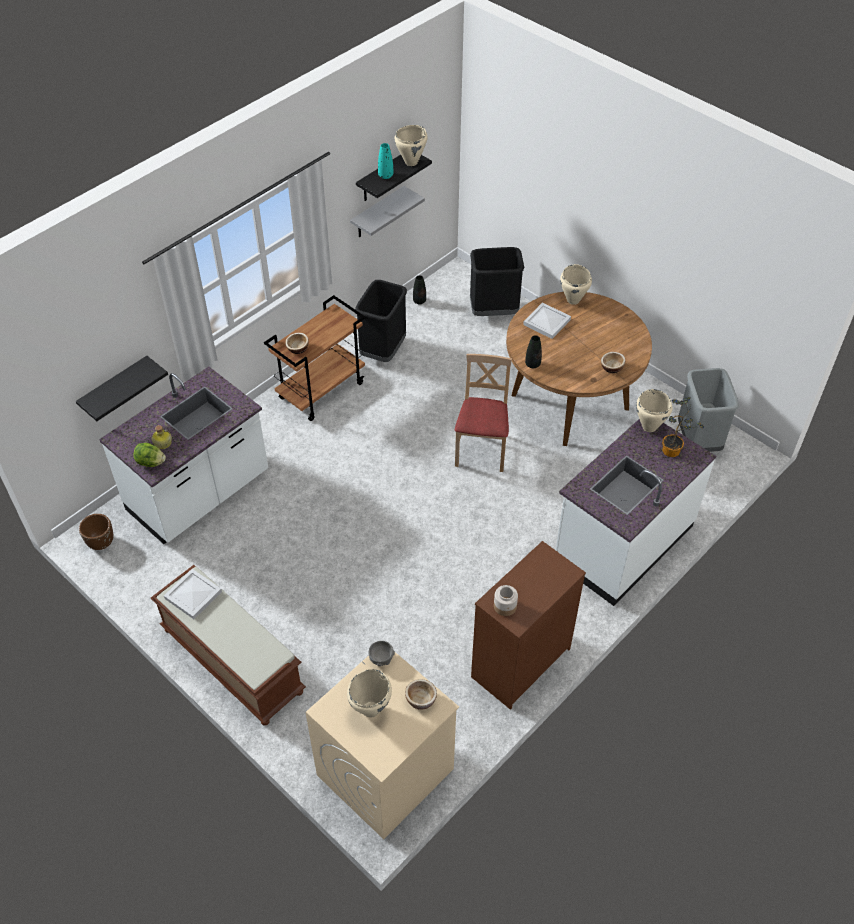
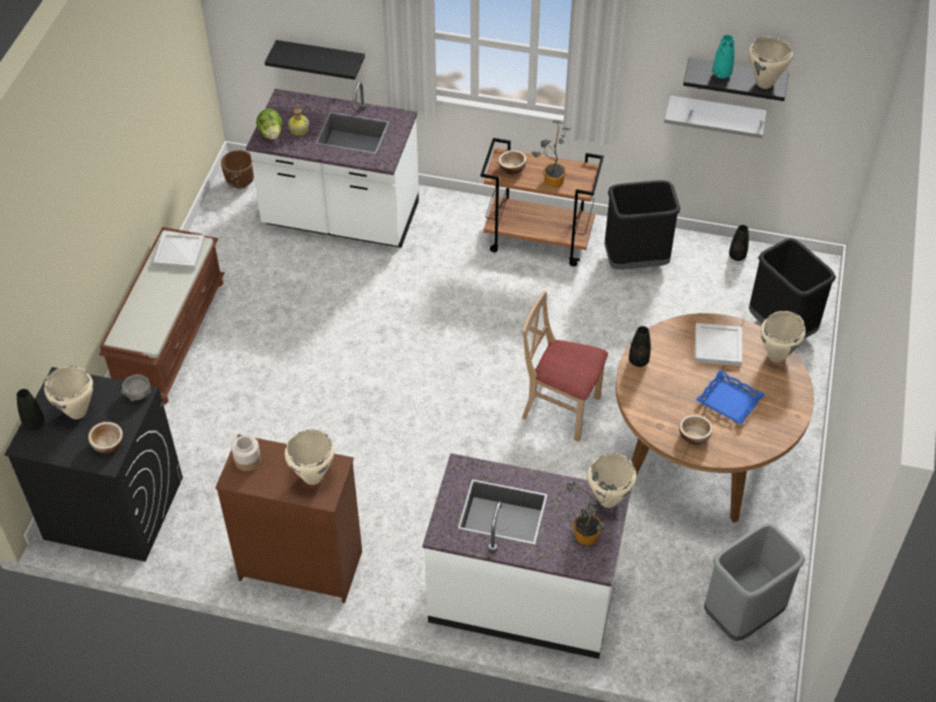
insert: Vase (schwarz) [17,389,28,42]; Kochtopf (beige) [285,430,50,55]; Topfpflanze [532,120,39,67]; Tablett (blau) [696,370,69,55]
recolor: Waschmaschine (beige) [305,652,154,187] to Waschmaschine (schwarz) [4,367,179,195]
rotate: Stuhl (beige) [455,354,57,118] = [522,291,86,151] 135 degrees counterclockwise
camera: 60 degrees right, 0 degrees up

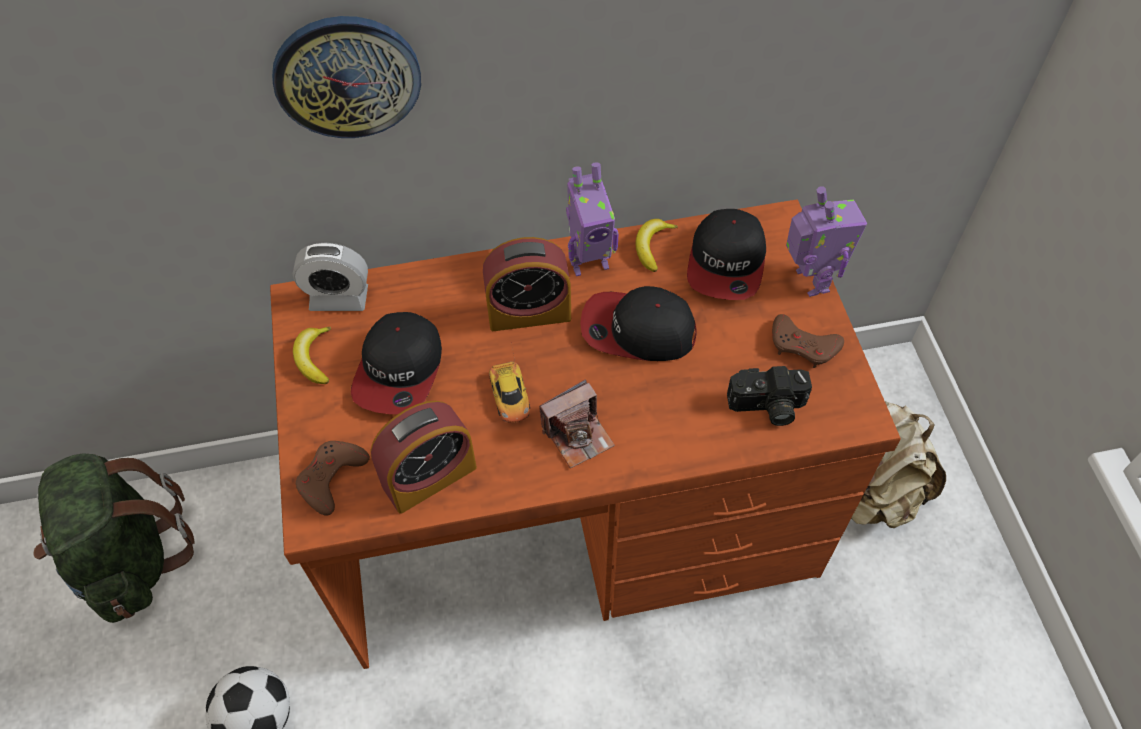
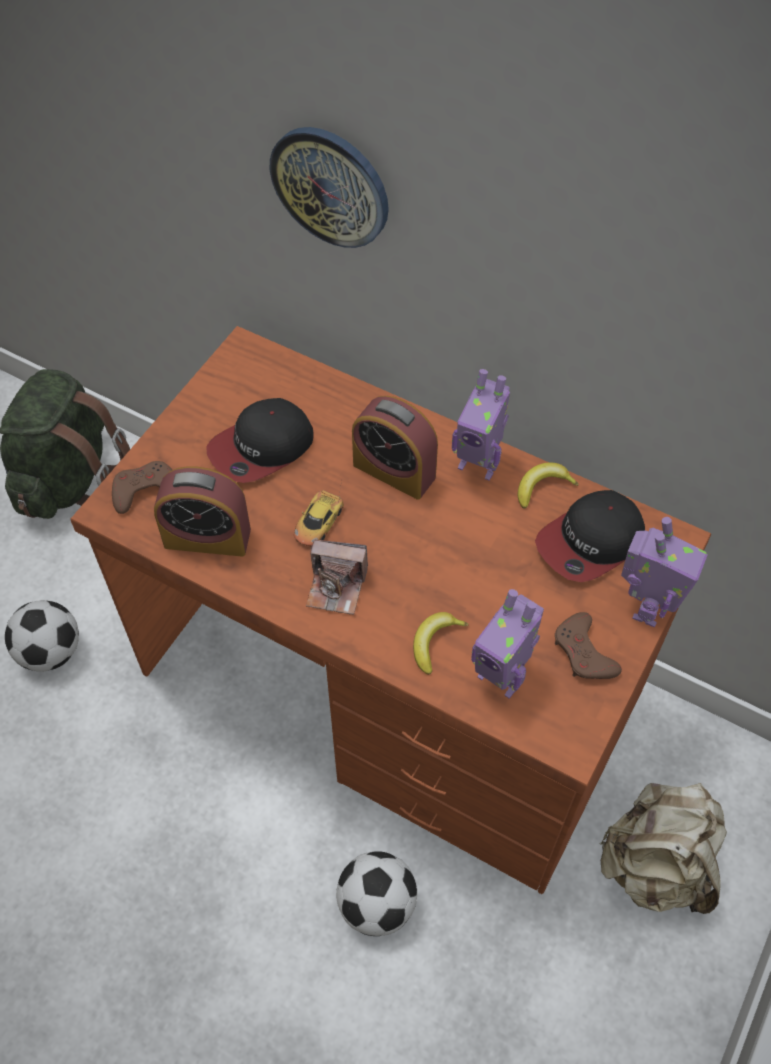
delete: Wecker [293,243,75,68]; Kappe [580,286,117,75]
insert: Fußball [336,851,81,85]
move: Banane [293,327,39,57] to [413,612,55,63]
replace: Kamera [727,366,85,60] to Spielzeugroboter [471,589,73,109]
camera: 40 degrees right, 0 degrees up

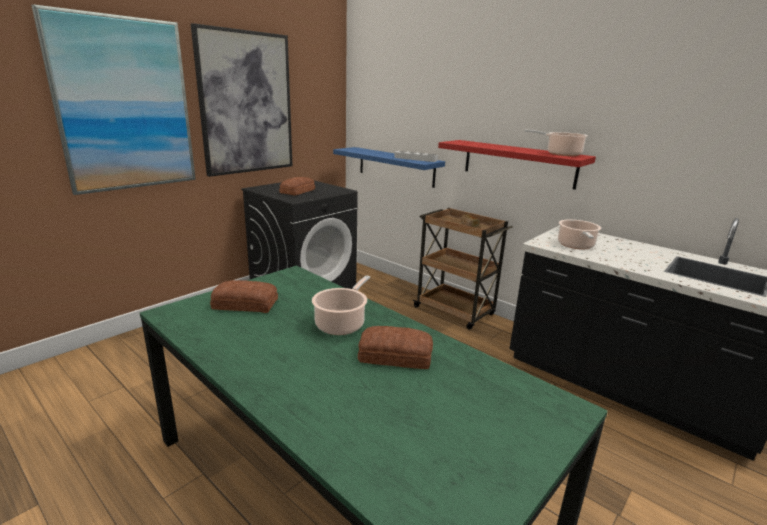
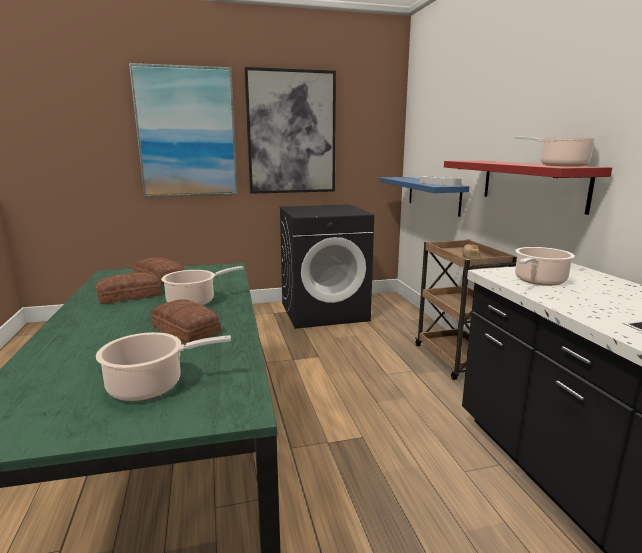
insert: Kochtopf [96,332,135,69]
move: Brot [279,177,36,18] to [95,273,66,31]
camera: 35 degrees right, 5 degrees down

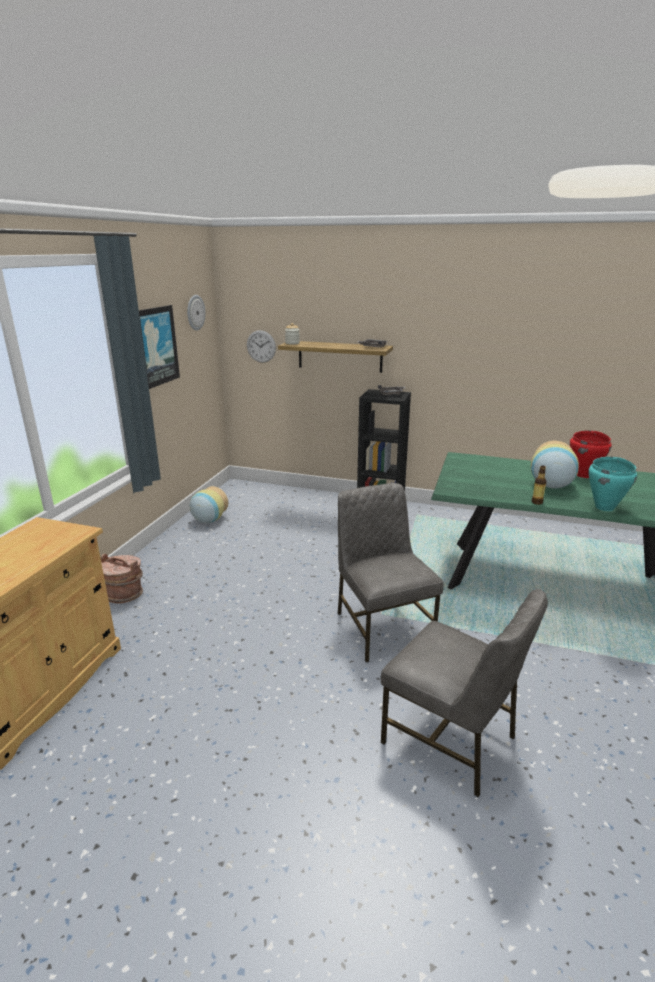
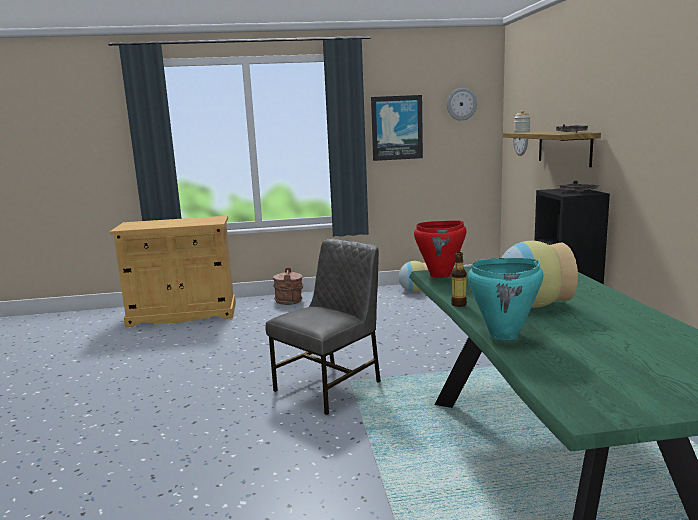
delete: Stuhl (grau) [381,589,167,208]
move: Kochtopf (rot) [570,430,42,48] to [414,221,52,57]
camera: 65 degrees right, 10 degrees down

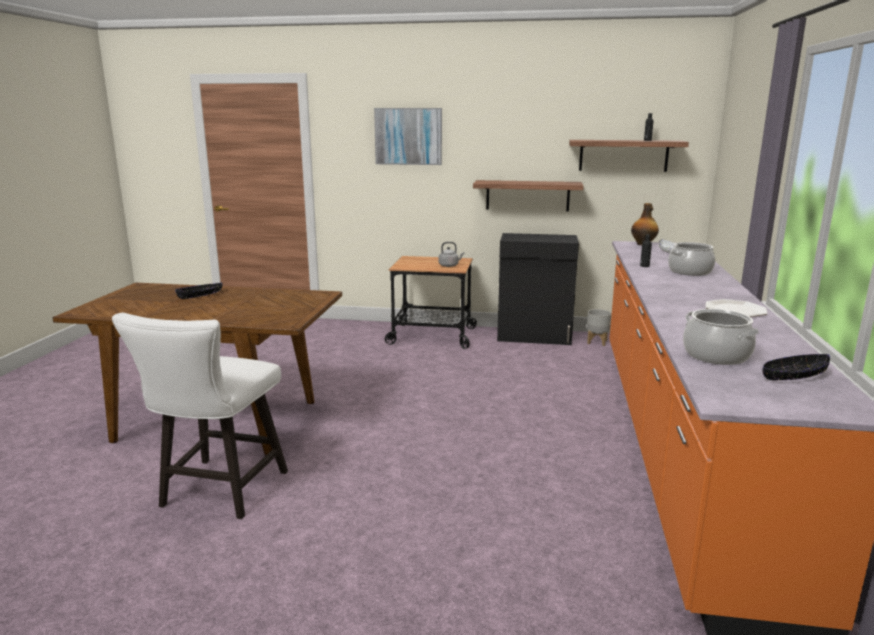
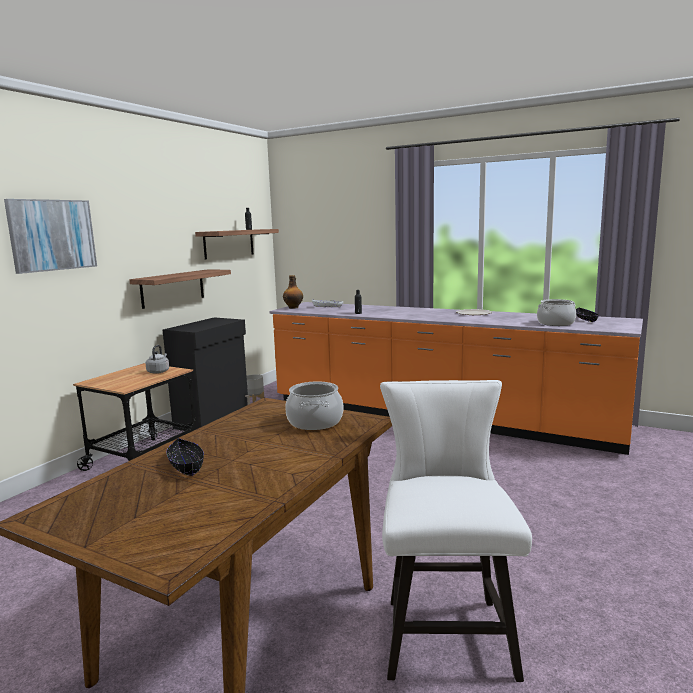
move: Kochtopf [668,242,47,34] to [285,382,58,48]
rotate: Stuhl (weiß) [112,313,176,206] = [380,380,152,302] 120 degrees counterclockwise
camera: 70 degrees left, 5 degrees down

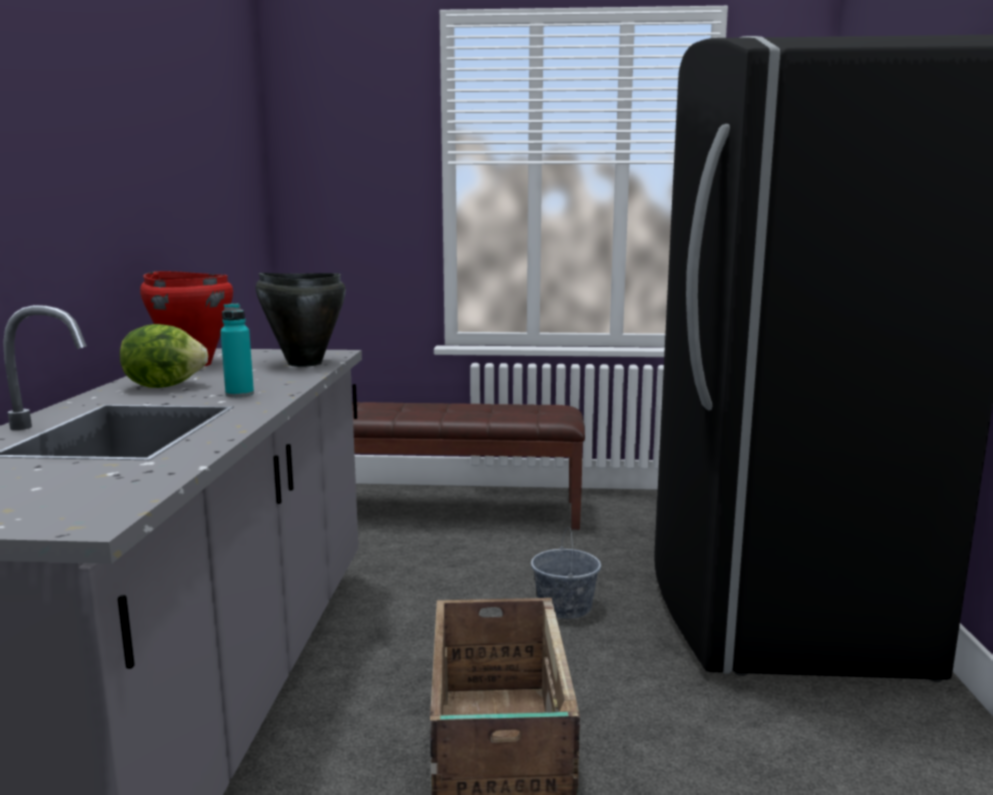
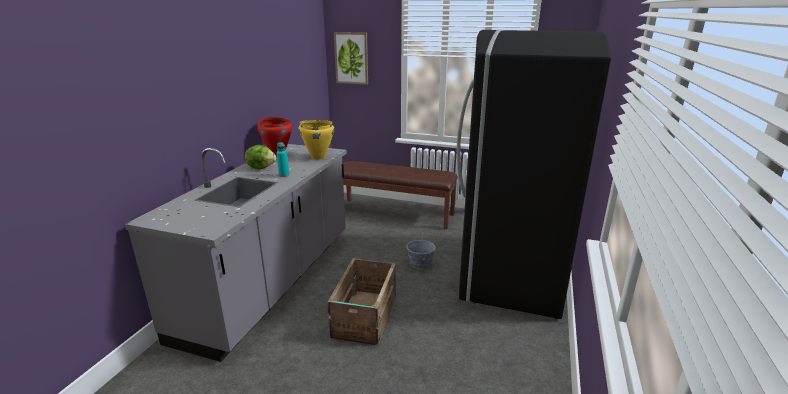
insert: Bild [334,32,34,53]
recolor: Kochtopf (schwarz) [256,273,90,94] to Kochtopf (gelb) [298,120,36,40]
camera: 15 degrees right, 10 degrees up

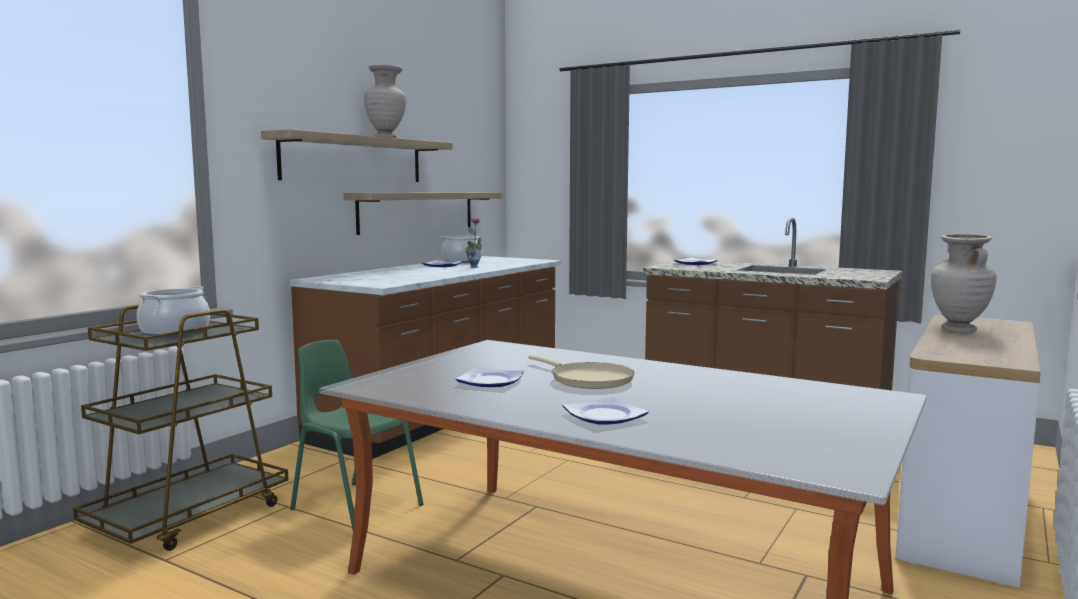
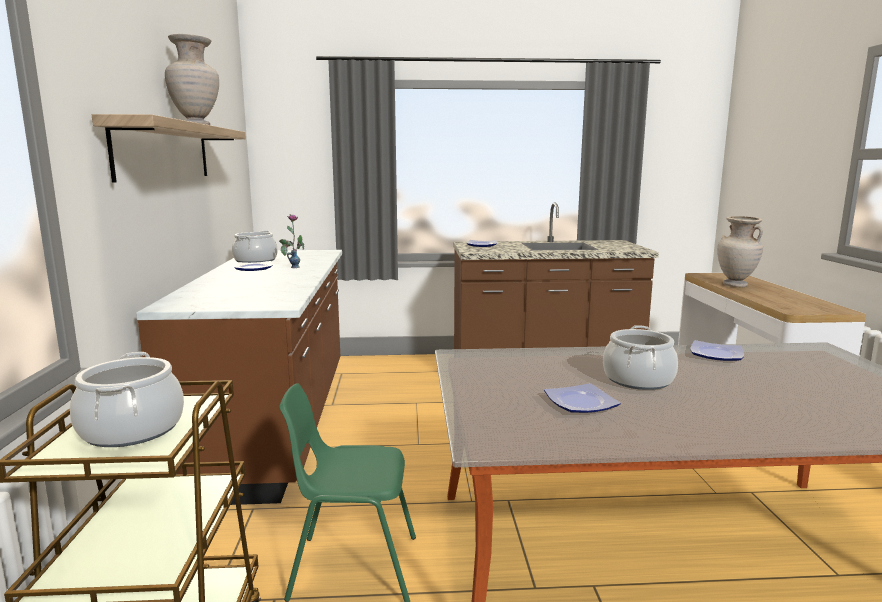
delete: Wandregal [344,192,158,43]
move: Teller [563,397,86,28] to [690,340,54,21]
replace: Pfanne (beige) [528,355,106,34] to Kochtopf [603,325,75,65]
camera: 35 degrees left, 5 degrees up

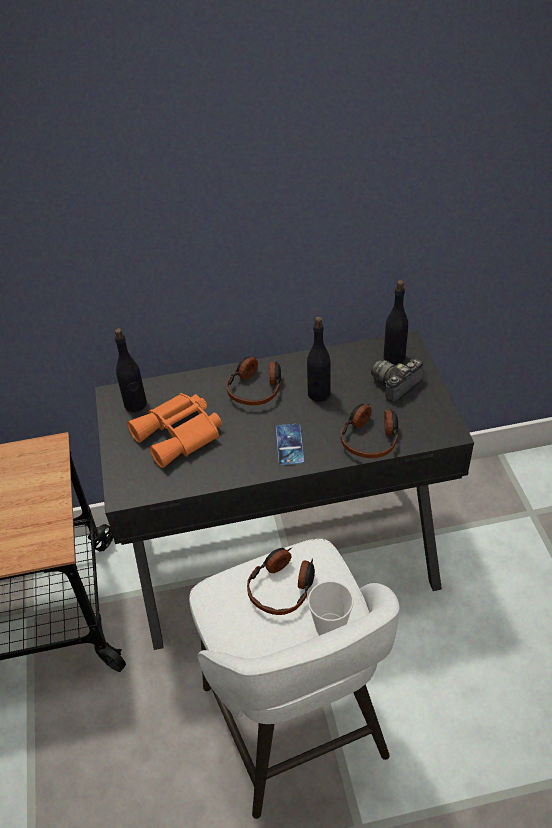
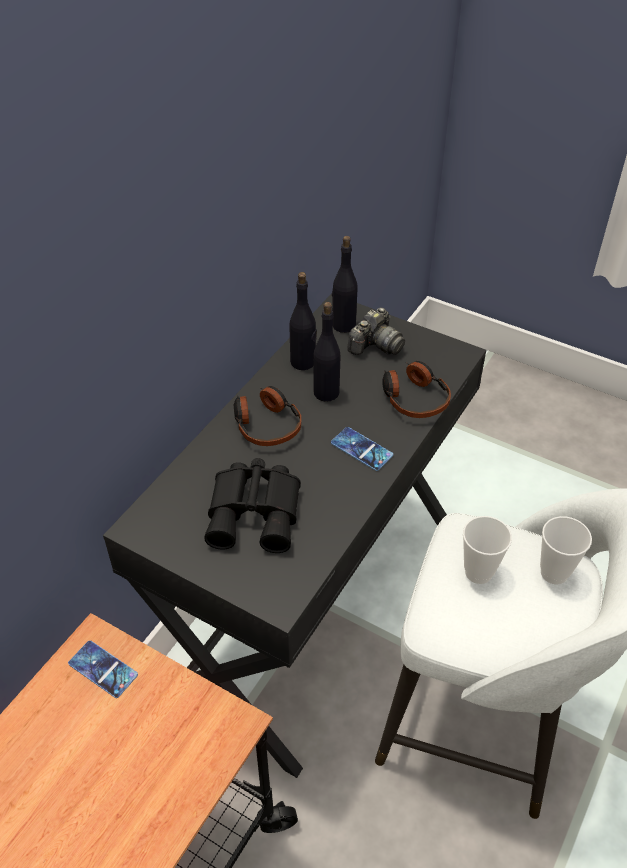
insert: Handy [68,640,70,58]
move: Flasche (schwarz) [115,328,32,84] to [289,272,28,98]
replace: Kopfhörer [247,548,68,67] to Tasse [463,516,49,68]
recolor: Fernglas (orange) [127,393,95,75] to Fernglas (schwarz) [204,458,97,95]
rotate: Kamera [371,359,52,44] = [347,307,58,48] 135 degrees counterclockwise
camera: 50 degrees left, 0 degrees up

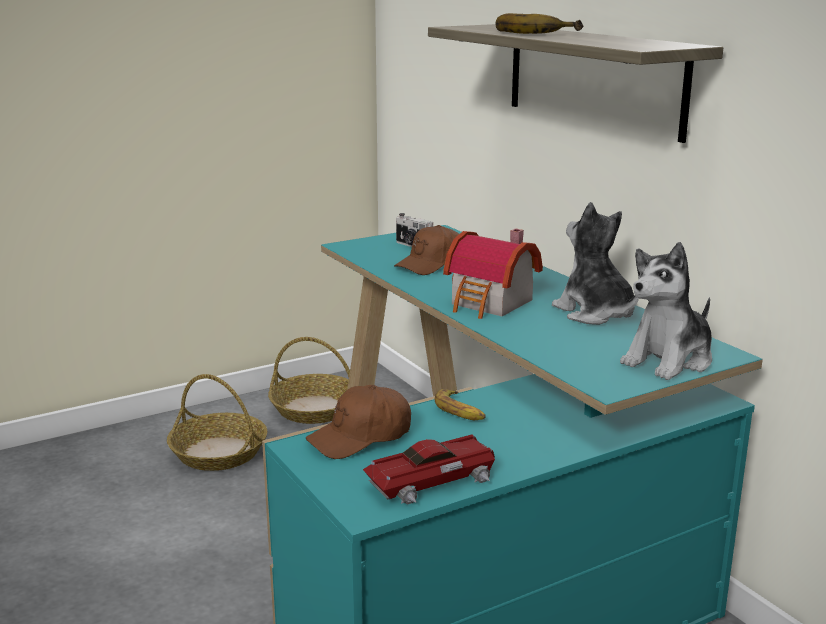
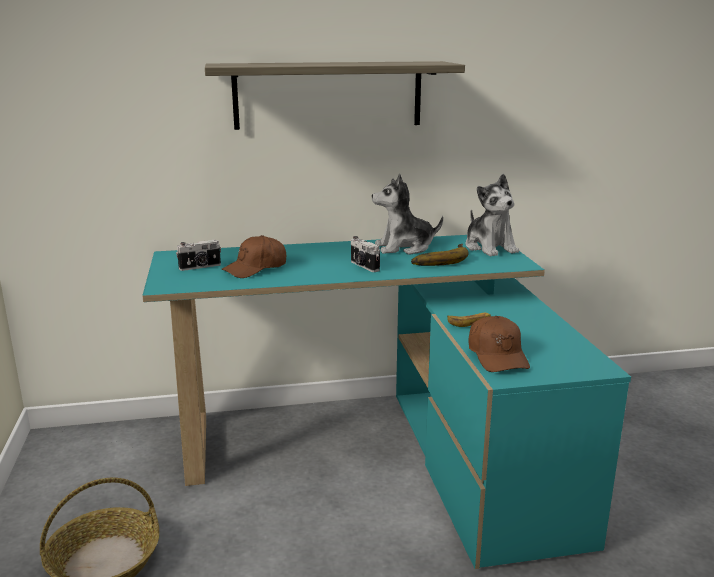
delete: Korb [268,337,82,87]; Spielzeugauto [363,434,132,71]
move: Banane [495,13,88,21] to [411,244,58,22]
replace: Spielzeughaus [443,228,100,91] to Kamera [351,236,29,36]
rotate: Kappe (braun) [394,225,65,50] = [221,235,65,43] 75 degrees clockwise
camera: 70 degrees left, 0 degrees up

